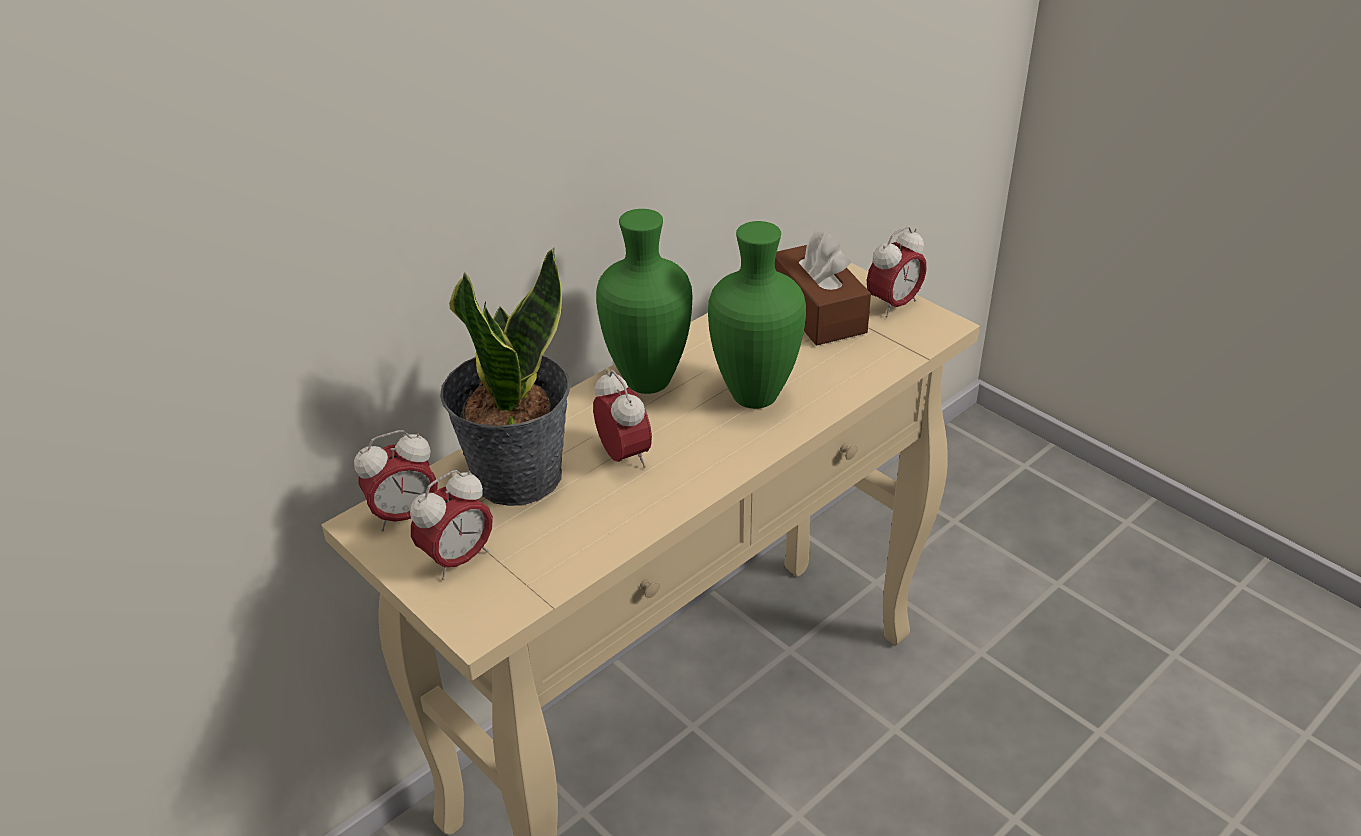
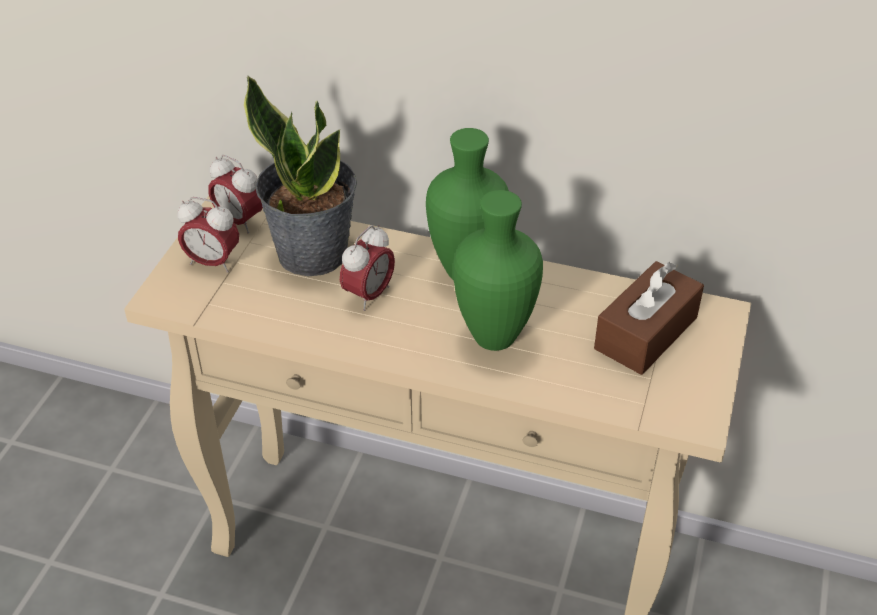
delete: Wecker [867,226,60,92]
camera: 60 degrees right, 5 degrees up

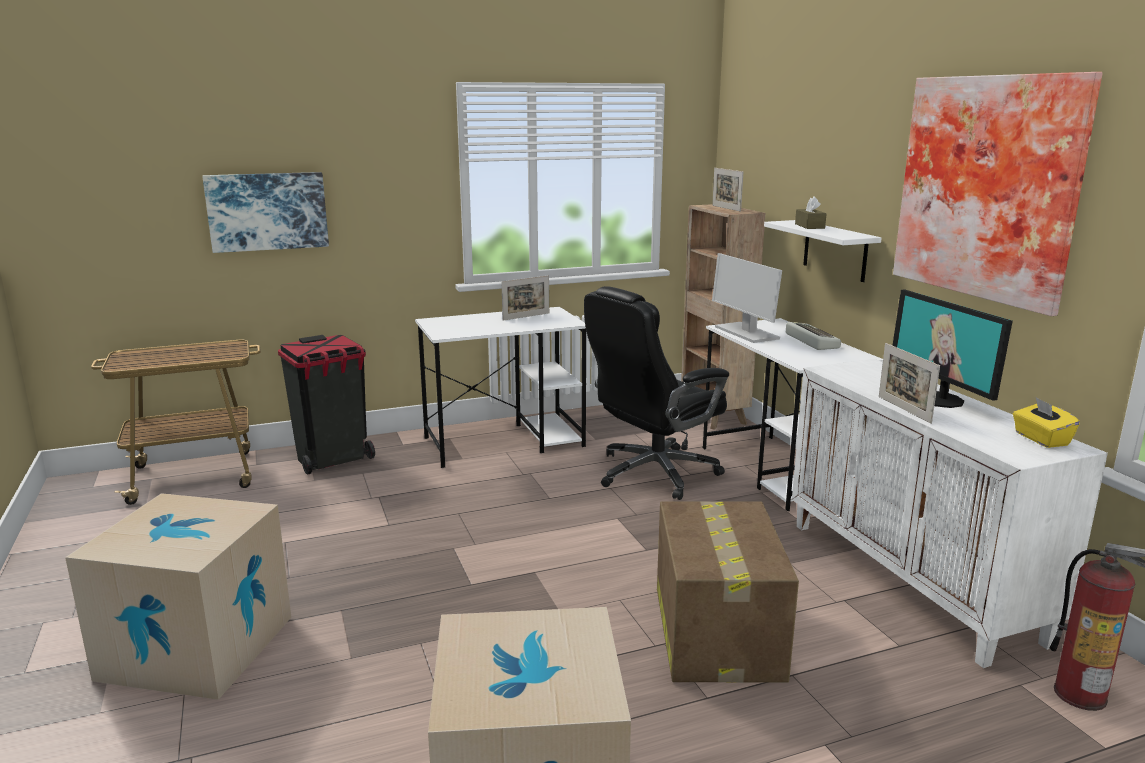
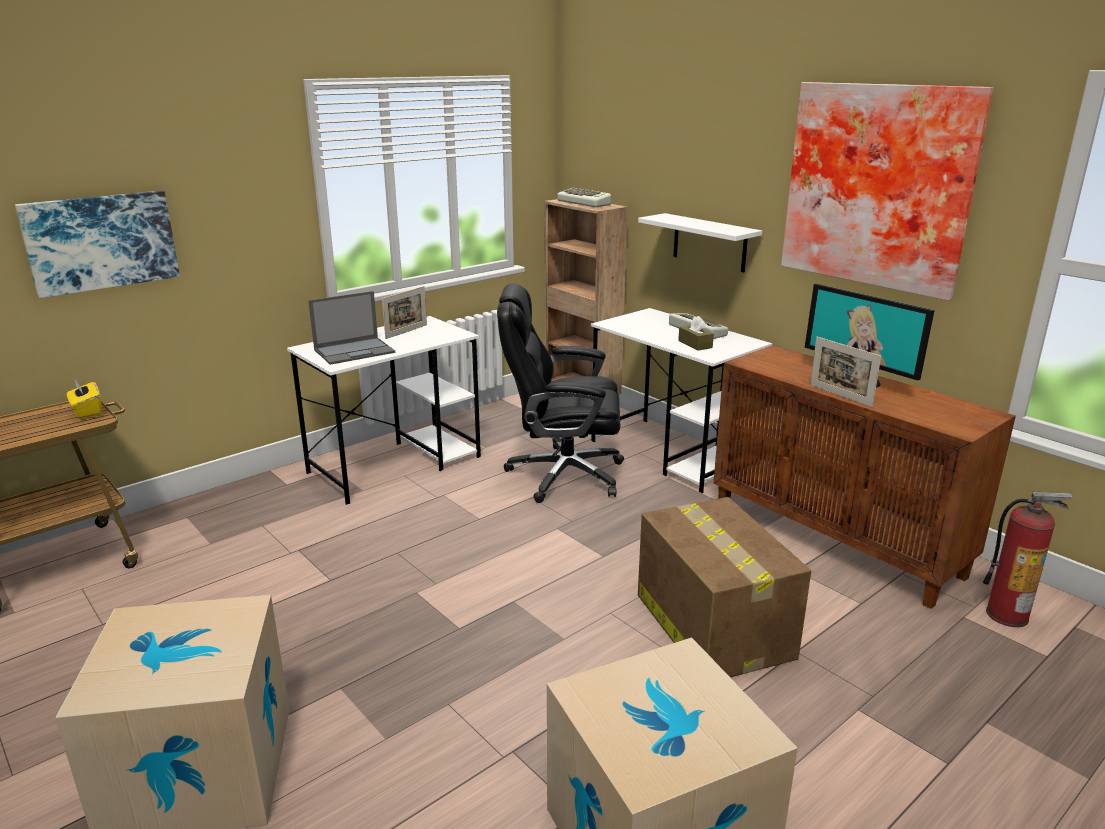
delete: Mülleimer (schwarz) [278,335,97,140]; Monitor [712,253,70,90]
insert: Laptop [308,291,87,74]
move: Taschentuchbox (braun) [795,196,32,33] to [678,316,36,35]; Taschentuchbox (gelb) [1013,397,67,51] to [67,380,35,39]
replace: Bilderrahmen [712,168,31,44] to Tastatur [557,188,54,19]
recolor: Schrank (weiß) [792,359,316,309] to Schrank (braun) [713,345,303,264]
rotate: Bürostuhl (schwarz) [584,286,145,214] = [497,283,127,220] 60 degrees clockwise
camera: 20 degrees left, 5 degrees up

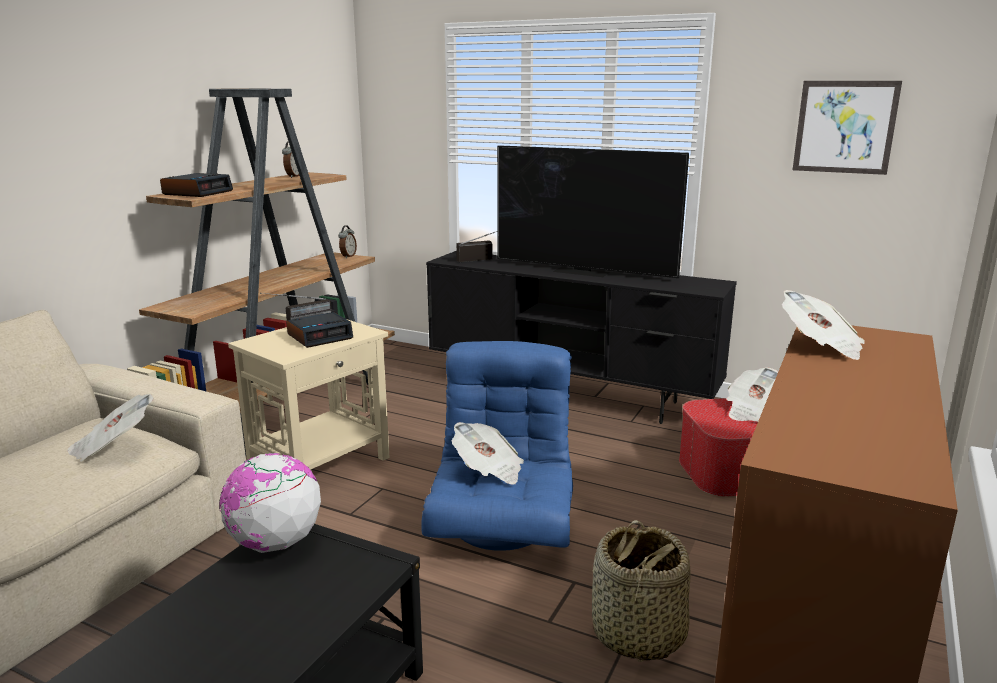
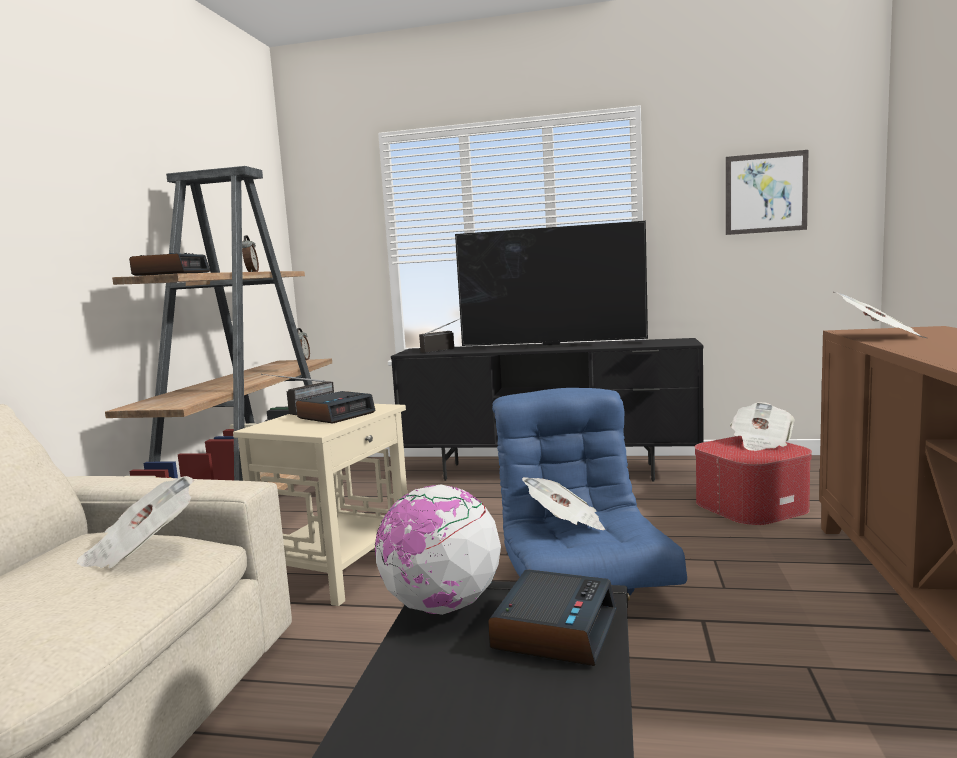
delete: Korb [592,520,99,142]
insert: Wecker [488,570,129,96]
camera: 15 degrees left, 10 degrees down

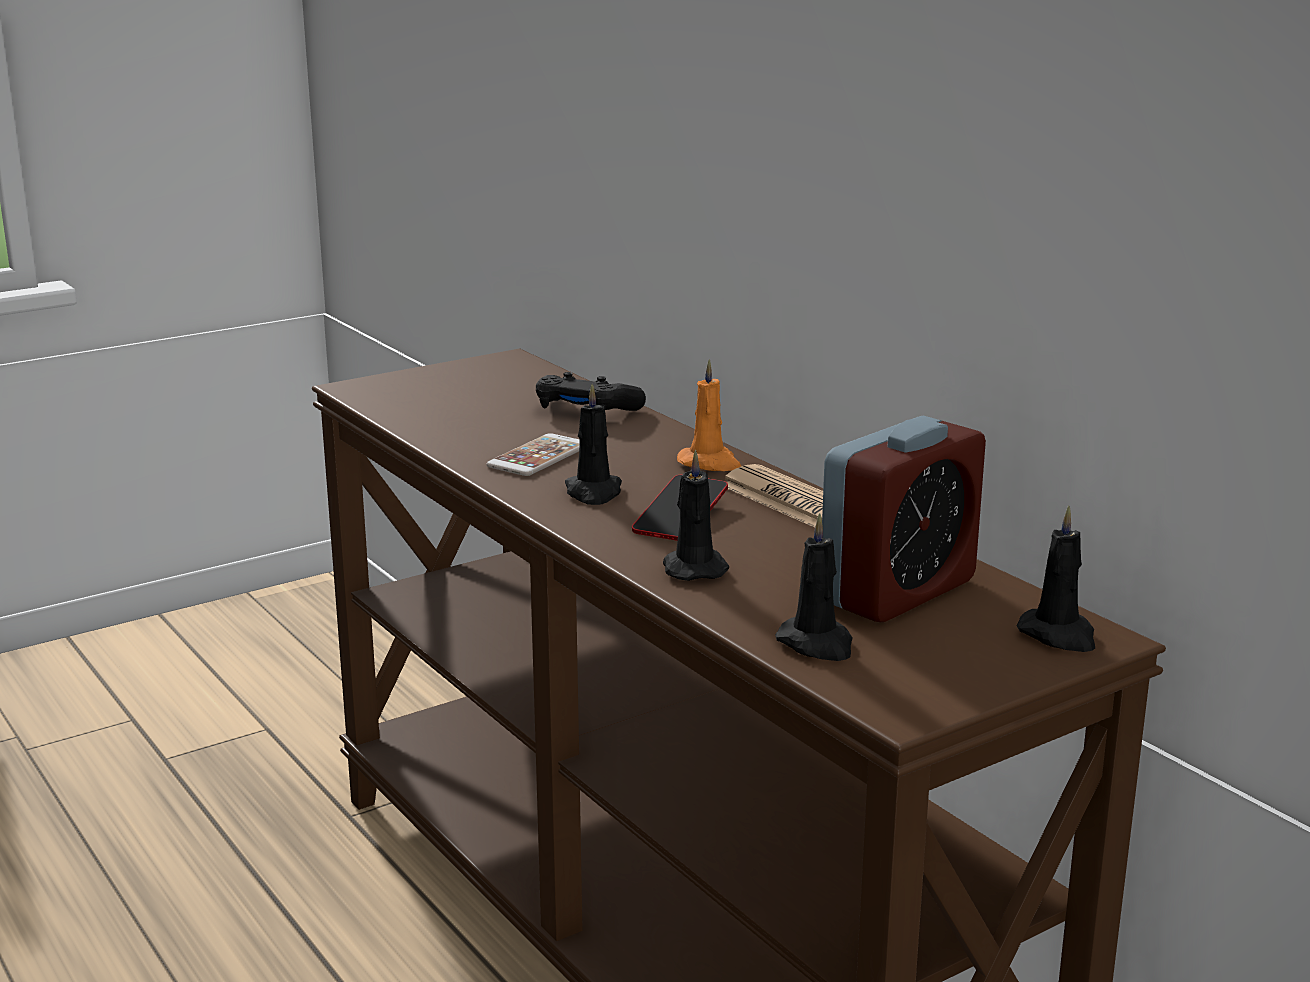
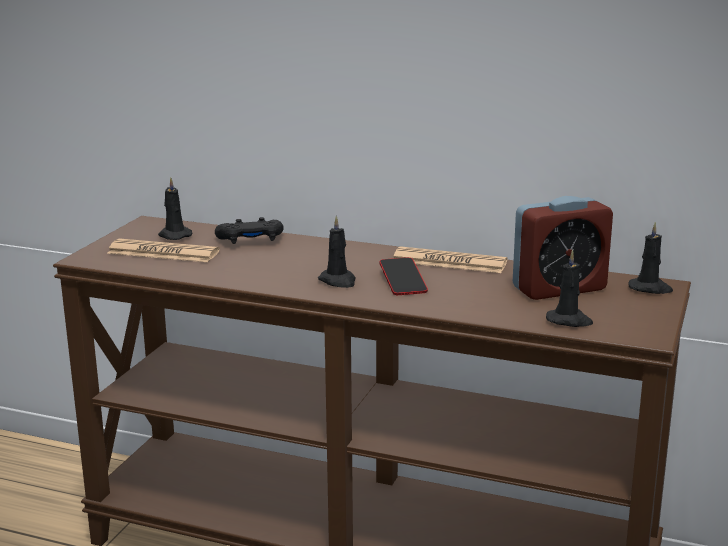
delete: Handy [487,433,92,43]; Kerze (orange) [677,359,64,112]
insert: Zeitung [107,239,113,23]
move: Kerze (schwarz) [663,450,66,131] to [158,177,34,63]
rotate: Wecker [822,415,164,207] = [513,196,100,104] 60 degrees clockwise
camera: 35 degrees left, 0 degrees up

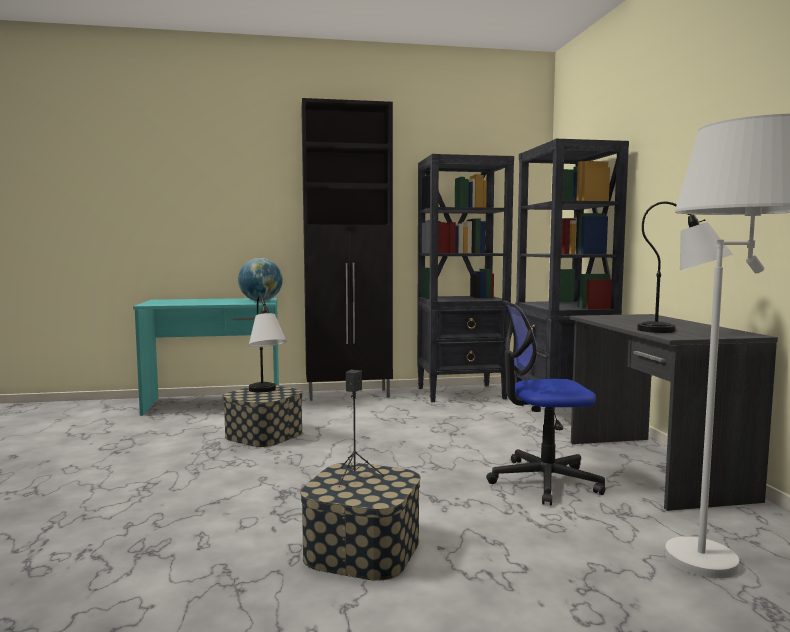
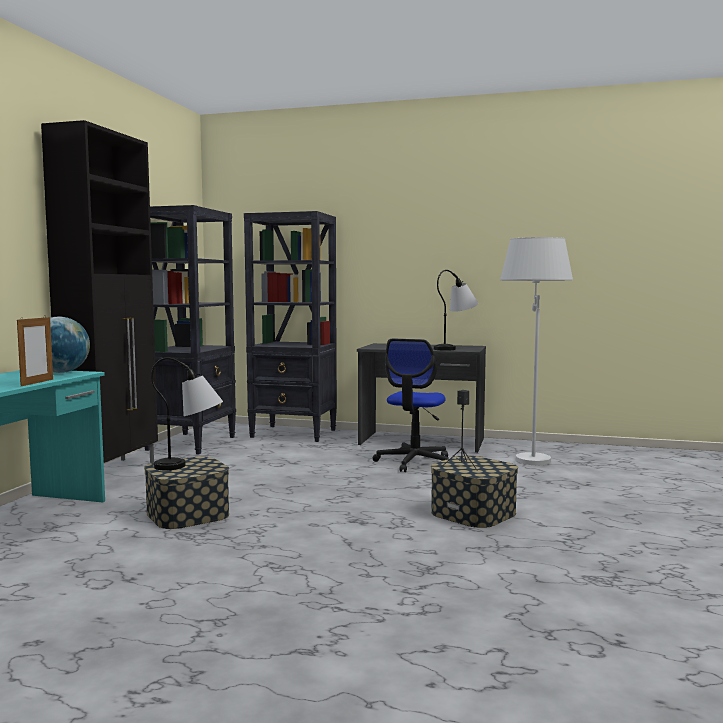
insert: Bilderrahmen [17,315,36,71]
camera: 65 degrees left, 0 degrees up

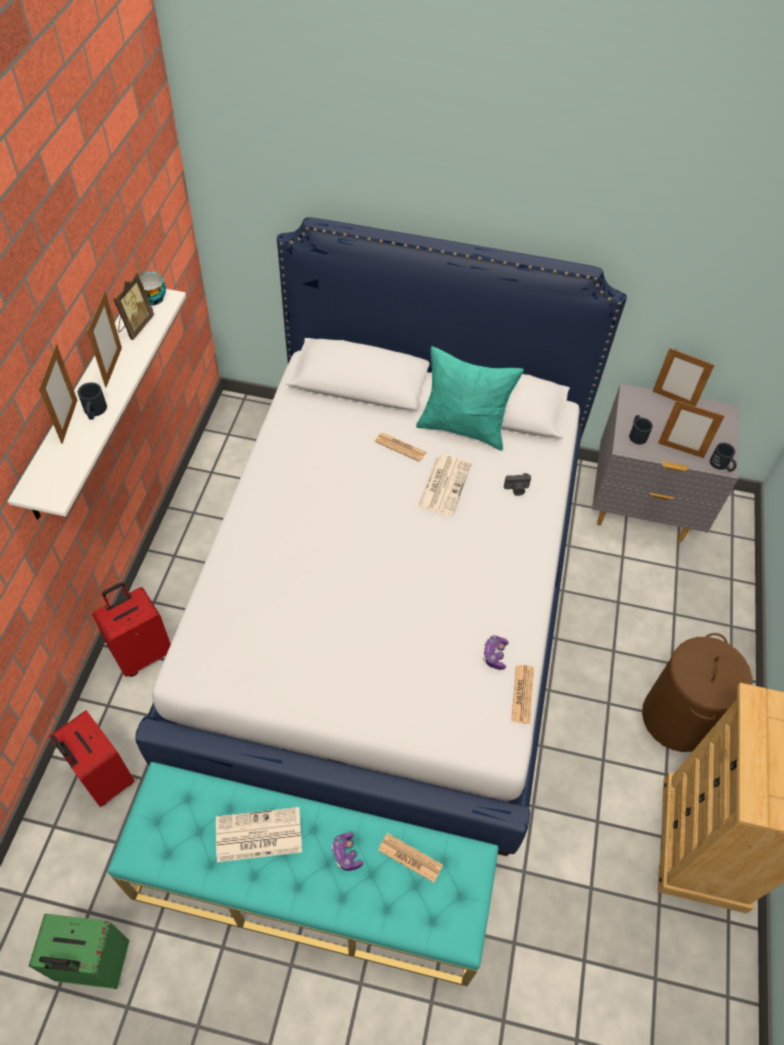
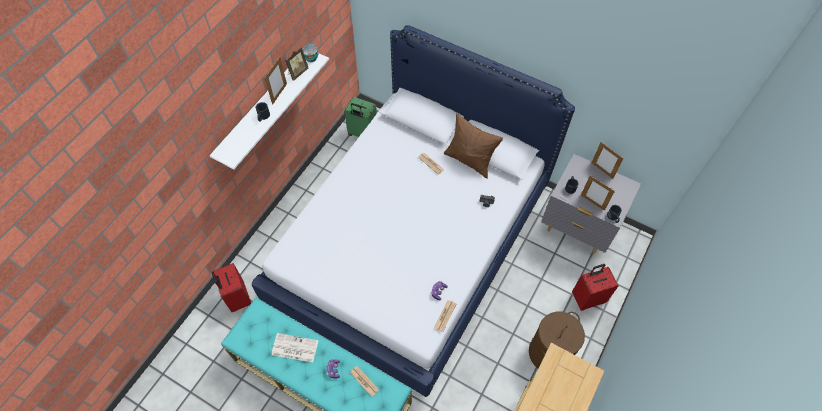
delete: Bilderrahmen [39,344,38,100]; Zeitung [418,455,53,61]
move: Koffer (grün) [28,914,101,75] to [345,97,32,40]; Koffer (rot) [92,582,79,95] to [572,264,47,46]
recolor: Kissen (türkis) [416,346,108,105] to Kissen (braun) [444,113,59,66]
camera: 20 degrees right, 5 degrees up

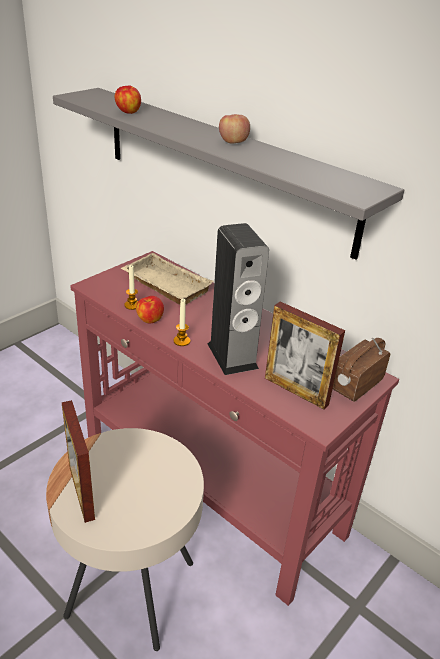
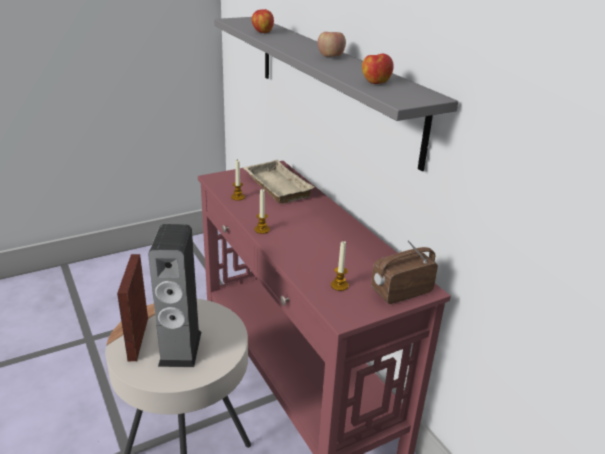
move: Apfel [136,296,28,28] to [362,54,32,30]; Lautsprecher [208,223,61,152] to [148,224,53,143]
replace: Bilderrahmen [265,302,80,107] to Kerze [331,241,18,50]
camera: 20 degrees right, 5 degrees down

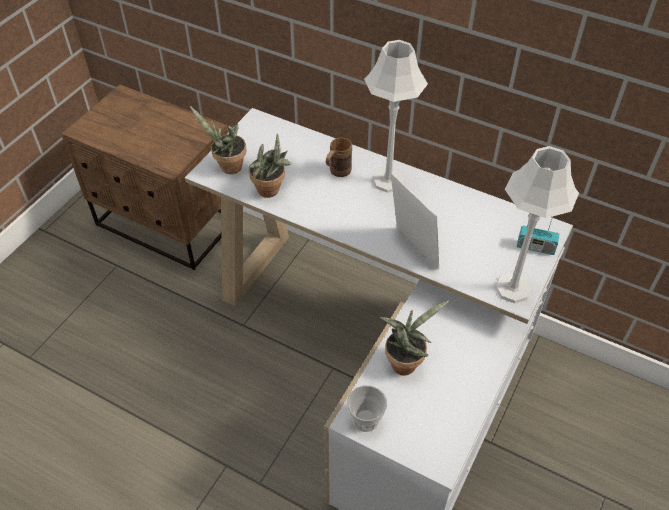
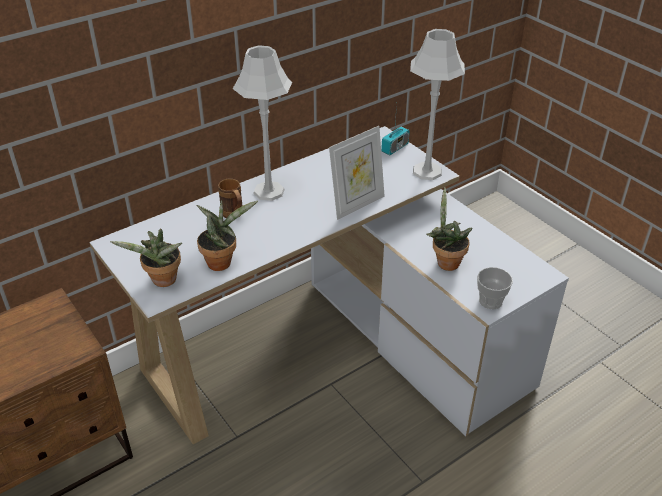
rotate: Bilderrahmen [391,173,48,96] = [329,126,56,94] 150 degrees clockwise
camera: 65 degrees left, 10 degrees down

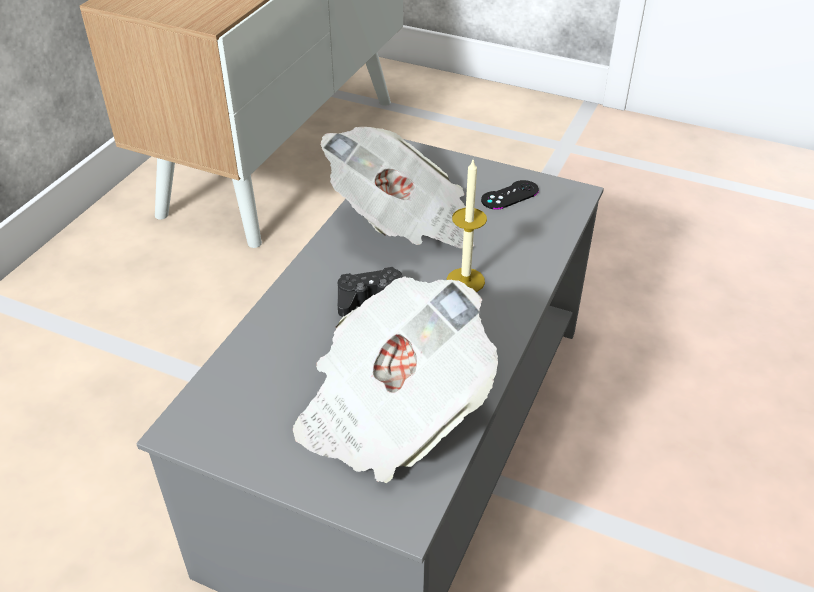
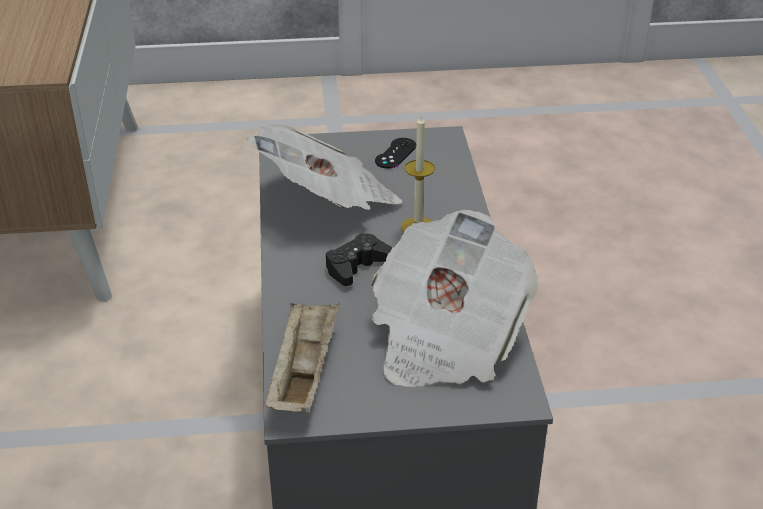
insert: Tablett (beige) [265,302,75,111]
camera: 30 degrees left, 5 degrees down

